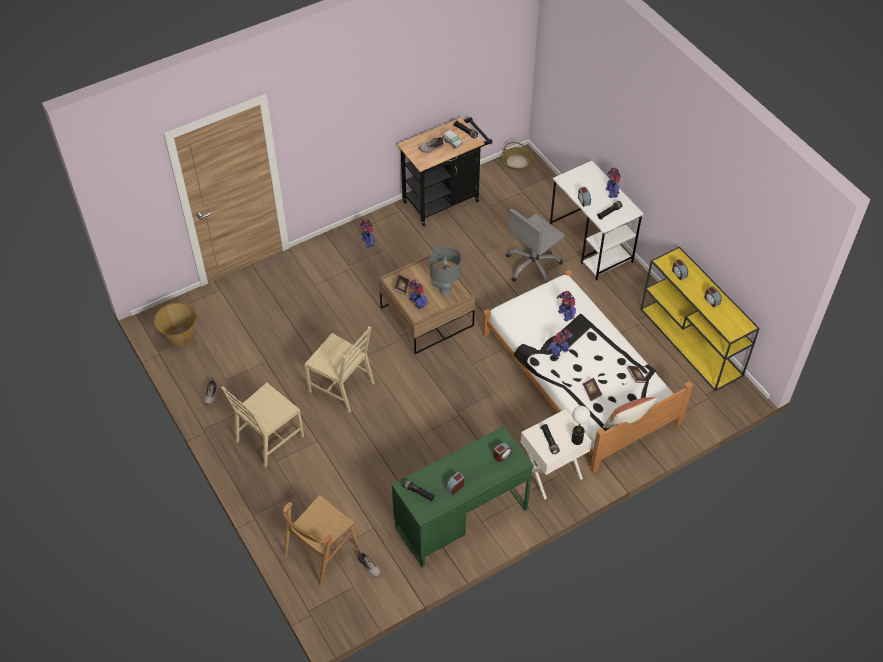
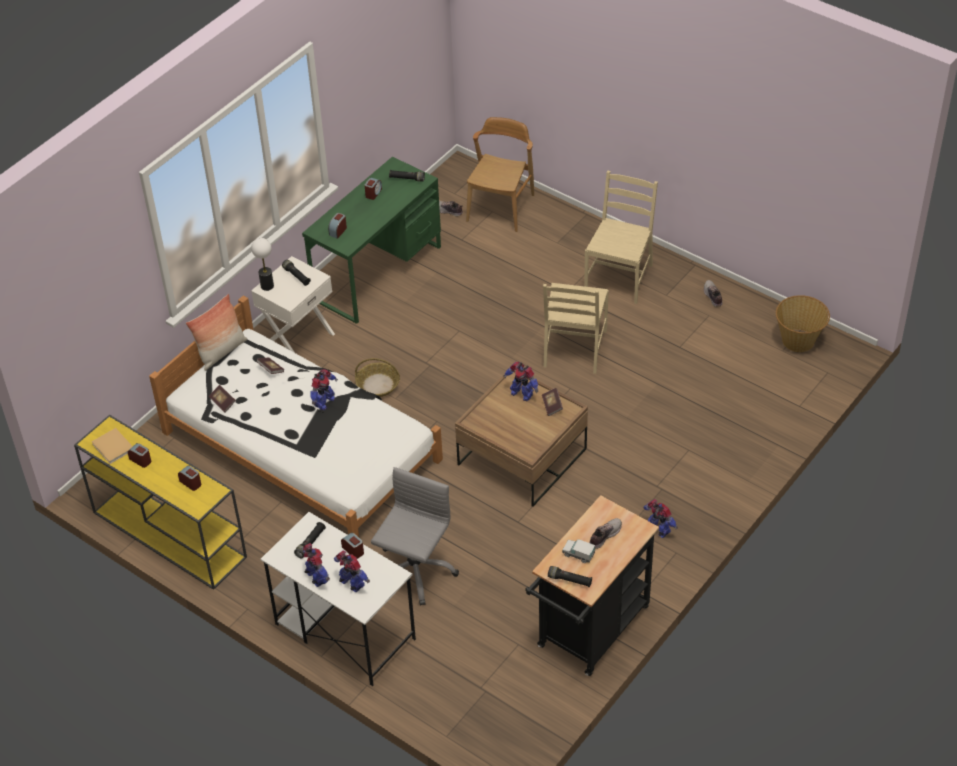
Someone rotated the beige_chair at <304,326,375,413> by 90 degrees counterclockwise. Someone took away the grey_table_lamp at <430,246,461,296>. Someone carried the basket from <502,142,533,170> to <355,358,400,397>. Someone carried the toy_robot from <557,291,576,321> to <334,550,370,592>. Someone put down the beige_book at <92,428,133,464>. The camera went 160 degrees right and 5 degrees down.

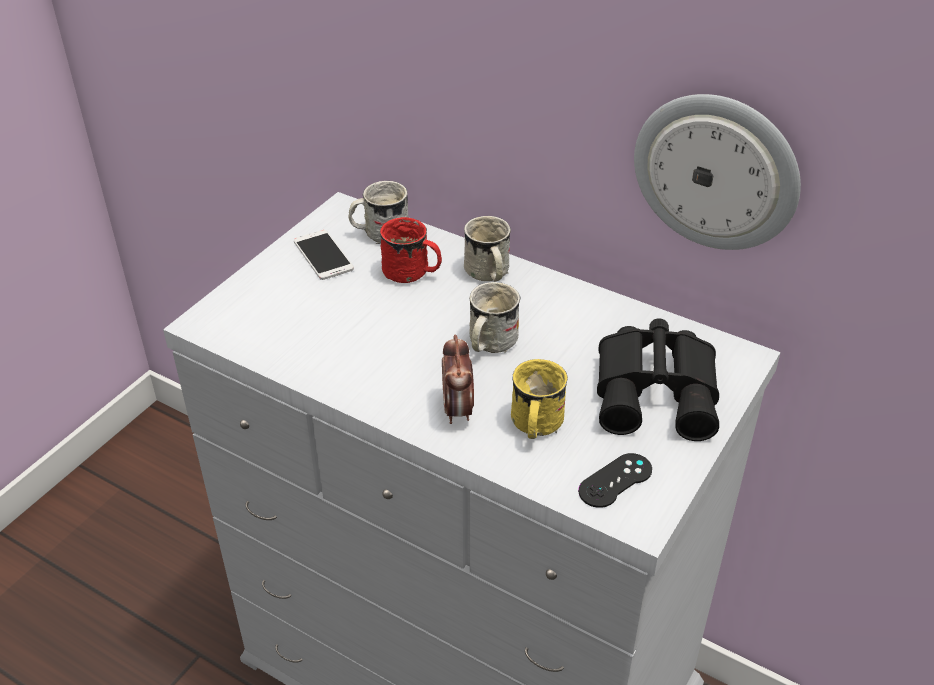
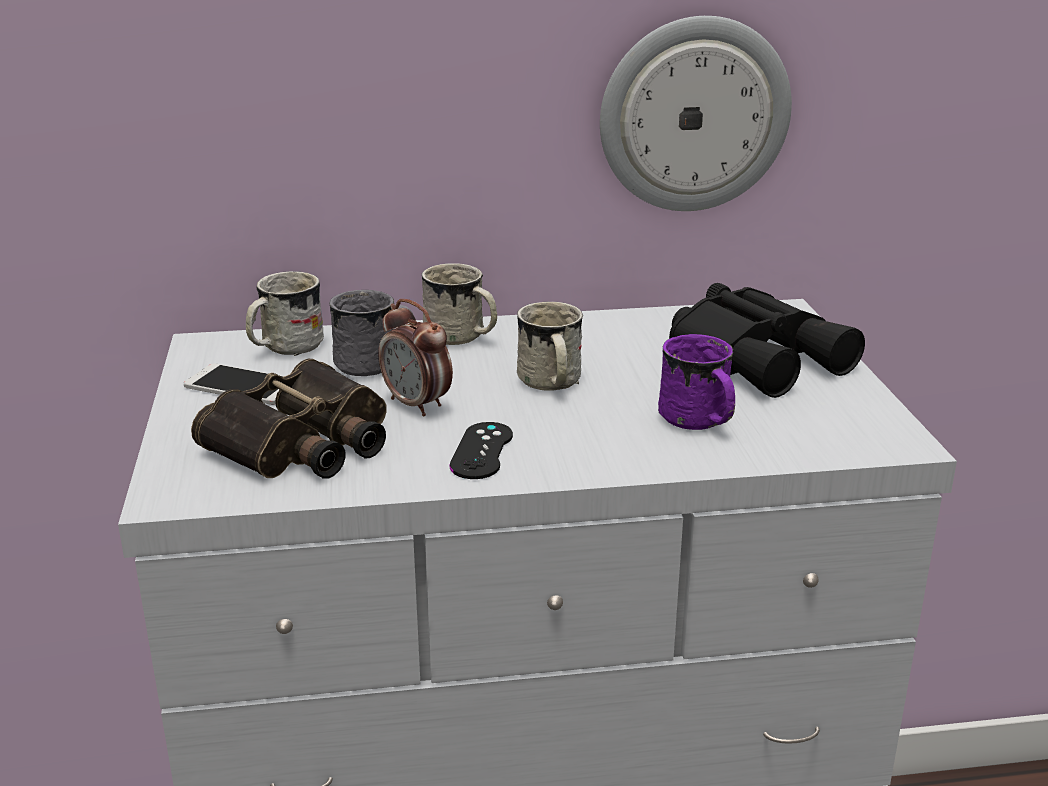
Someone repainted the red_mug at <380,217,442,283>, which became the grey_mug at <329,290,413,376>. Someone carried the alarm_clock from <442,335,474,424> to <378,299,453,416>. Someone repainted the yellow_mug at <511,359,568,439>, which became the purple_mug at <658,334,735,430>. Someone carried the black_game_controller from <578,453,652,508> to <449,422,513,479>. Someone put down the binoculars at <191,359,387,479>. The camera went 40 degrees left and 15 degrees down.

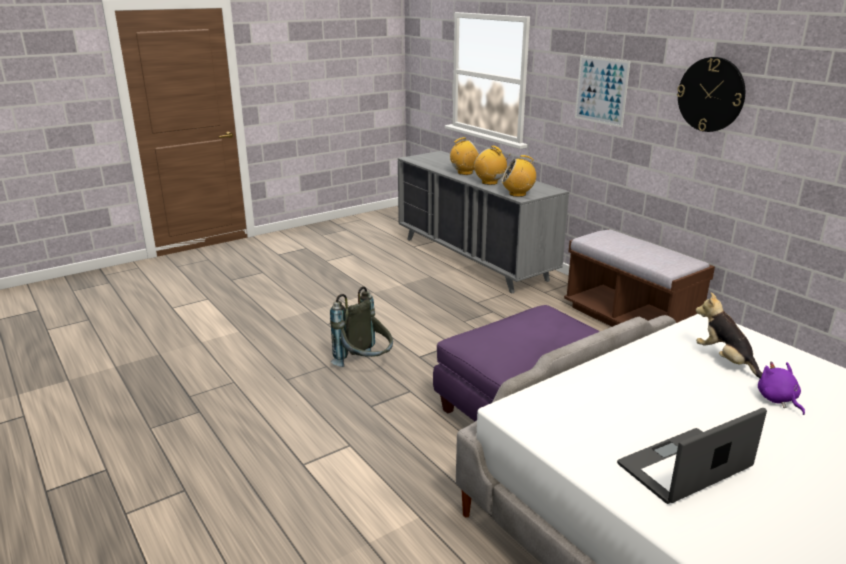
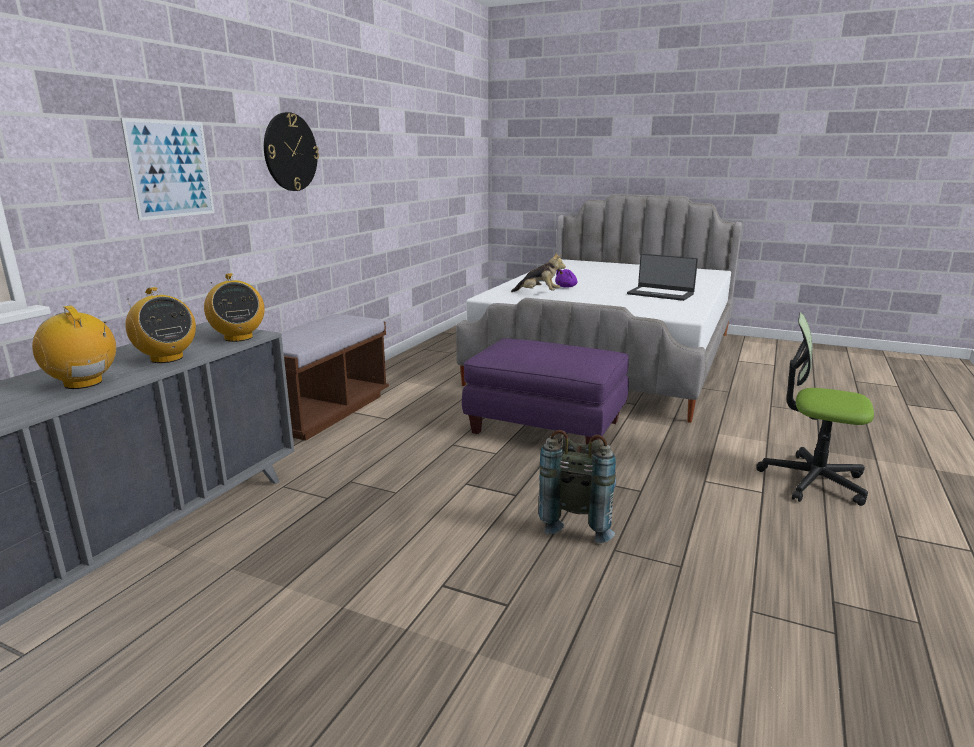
Someone rotated the radio at <474,146,509,185> by 60 degrees counterclockwise. Someone rotated the plush_toy at <696,292,762,378> by 105 degrees counterclockwise. Someone put down the office_chair at <756,313,874,506>. The camera went 120 degrees left and 5 degrees down.

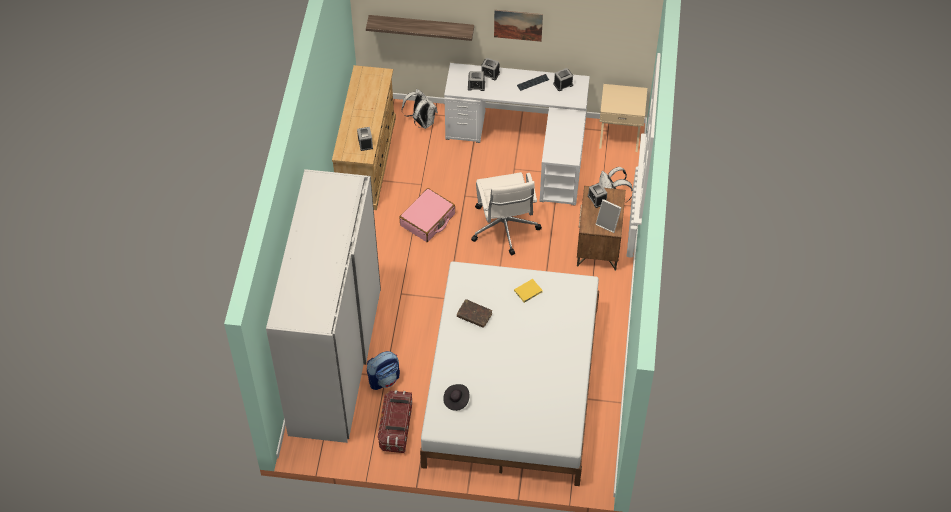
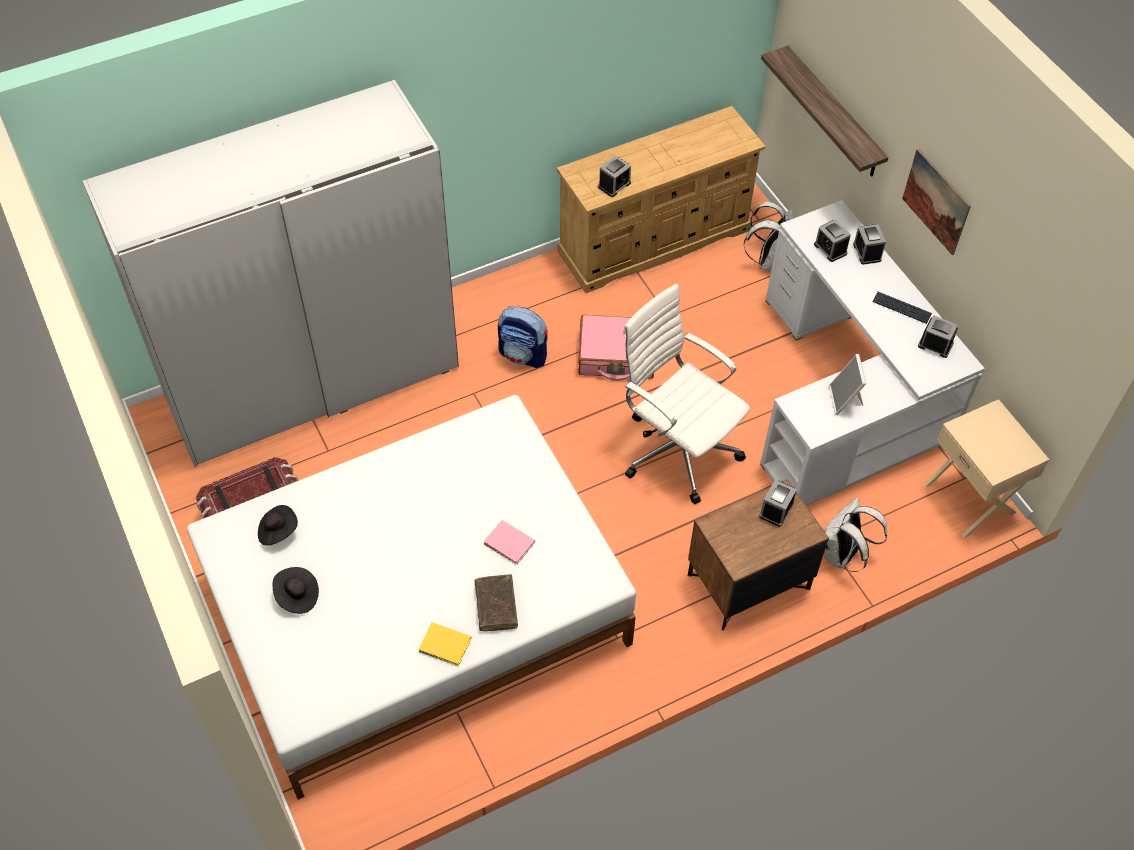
Someone carried the backpack from <367,351,400,390> to <498,306,548,368>. Someone carried the brown_book from <457,299,492,328> to <475,574,518,631>. Someone rotated the white_office_chair at <471,172,542,255> by 90 degrees clockwise. Someone carried the yellow_book from <514,279,543,303> to <418,622,471,666>. Someone carried the picture_frame from <595,199,622,233> to <829,354,866,415>. Someone put down the black_hat at <272,567,319,614>. Someone put down the pink_book at <483,520,535,565>. The camera went 55 degrees right and 0 degrees up.

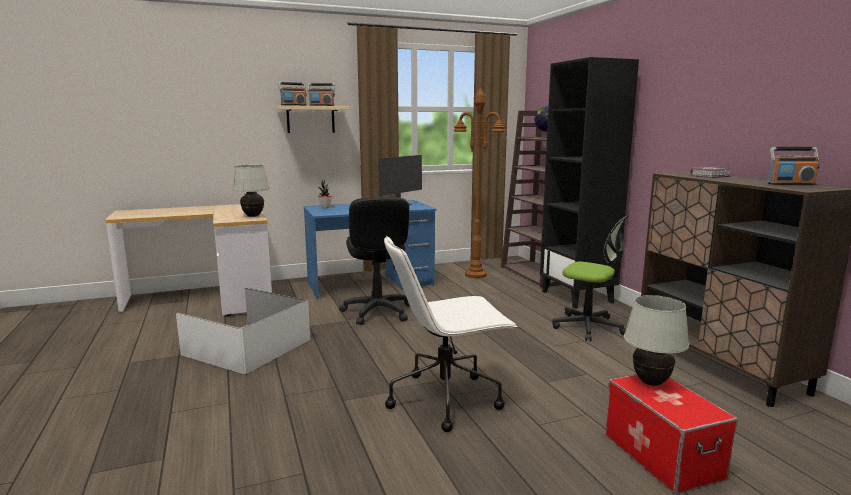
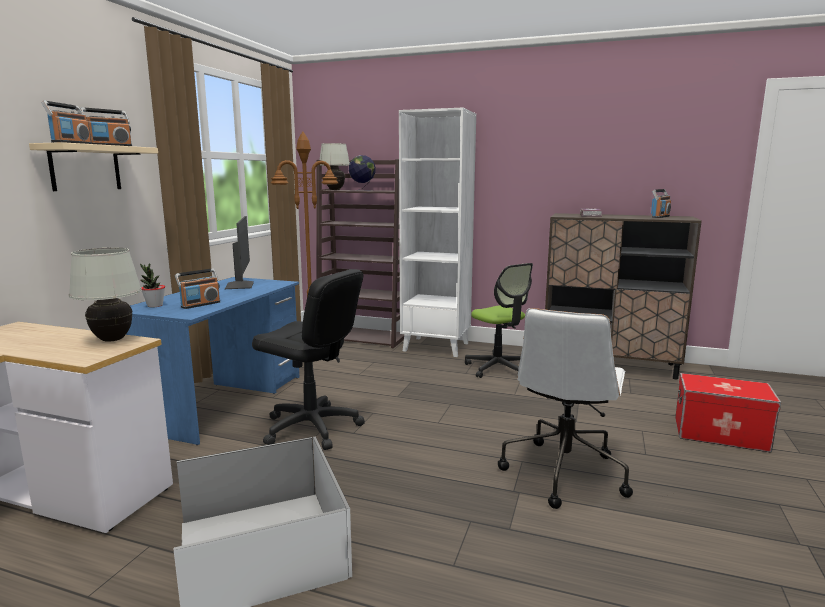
Someone repainted the black_bookcase at <540,57,639,309>, which became the white_bookcase at <399,108,476,357>. Someone rotated the office_chair at <553,216,628,341> by 75 degrees clockwise. Someone carried the white_table_lamp from <624,295,689,386> to <320,143,350,190>. Someone put down the radio at <175,268,220,309>. The camera went 50 degrees left and 0 degrees up.

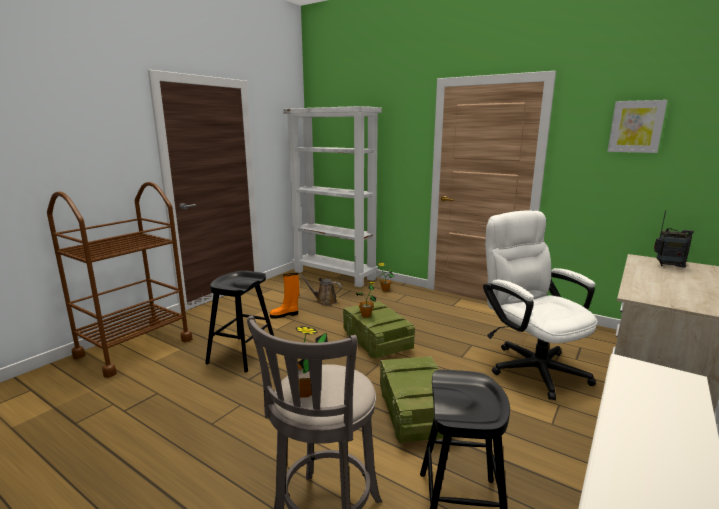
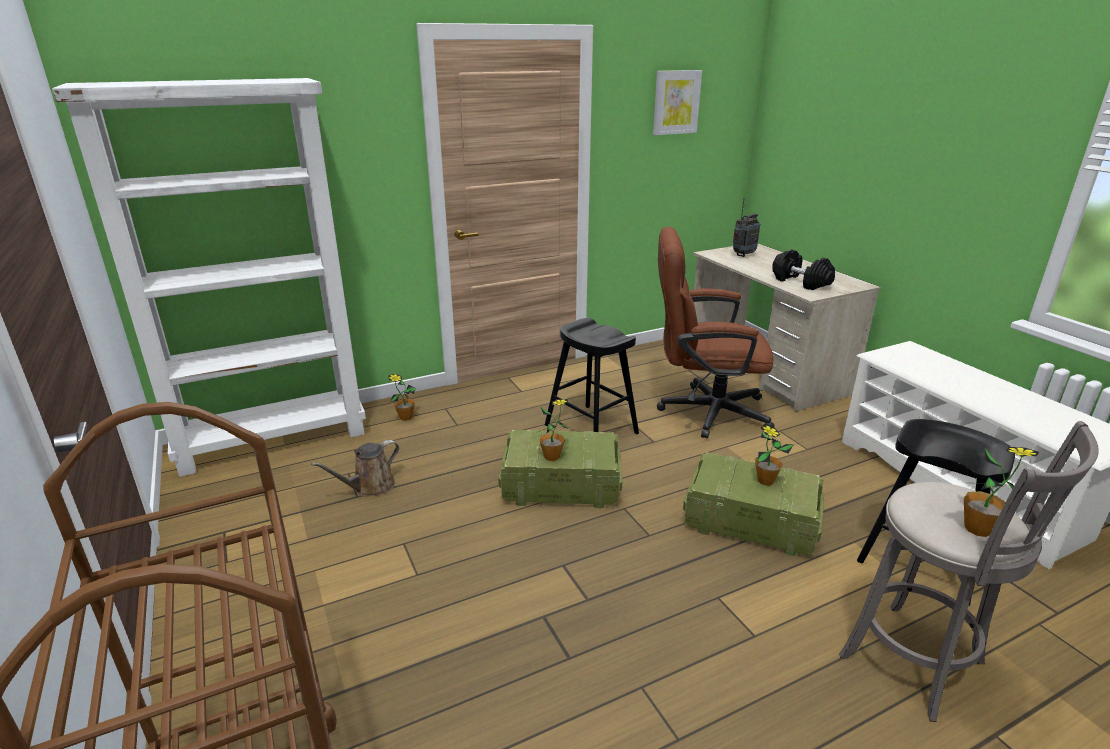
Someone carried the black_stool from <205,271,274,372> to <545,318,639,434>. Someone took away the orange_boot at <270,273,299,318>. Someone repainted the white_office_chair at <483,210,598,400>, which became the brown_office_chair at <657,227,775,438>. Someone put down the potted_plant at <755,425,794,486>. Someone put down the black_dumbbell at <772,249,835,290>. The camera went 60 degrees left and 10 degrees up.

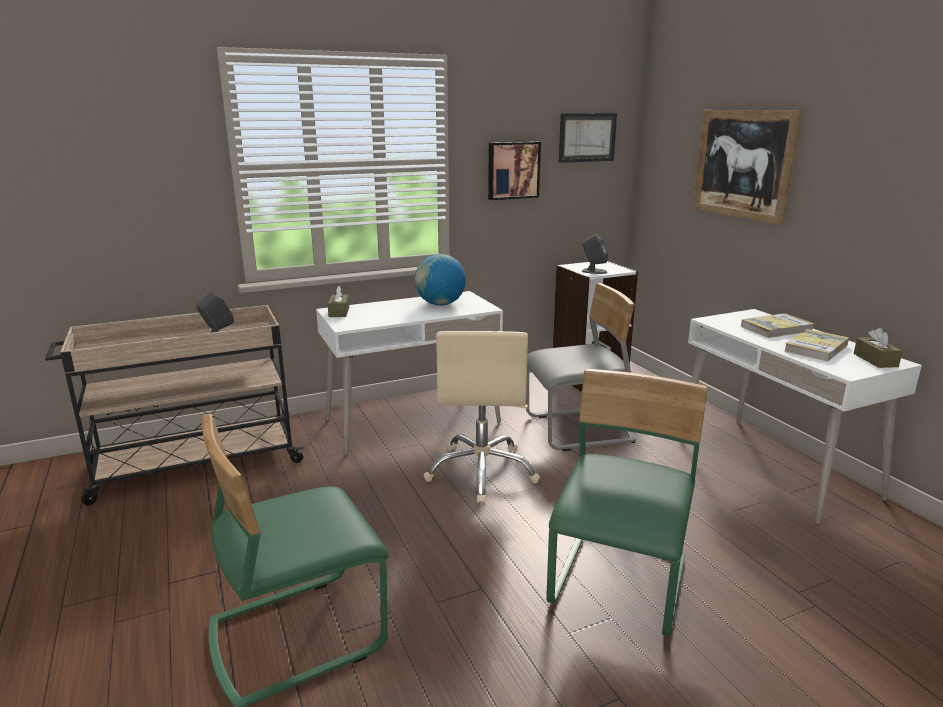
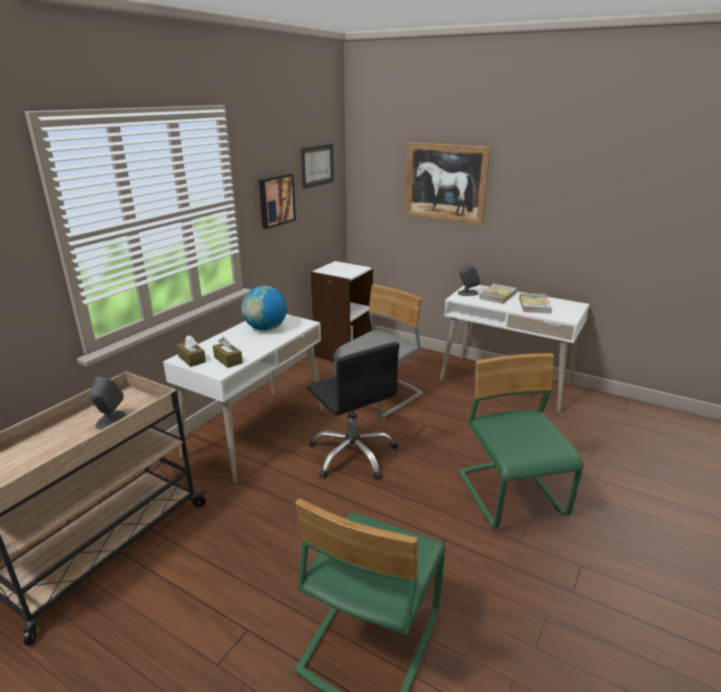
Someone repainted the beige_office_chair at <423,331,540,503>, which became the black_office_chair at <307,342,400,480>. Someone carried the grey_speaker from <582,234,608,274> to <458,263,480,296>. Someone carried the brown_tissue_box from <854,328,903,368> to <213,337,243,368>. The camera went 35 degrees left and 5 degrees up.

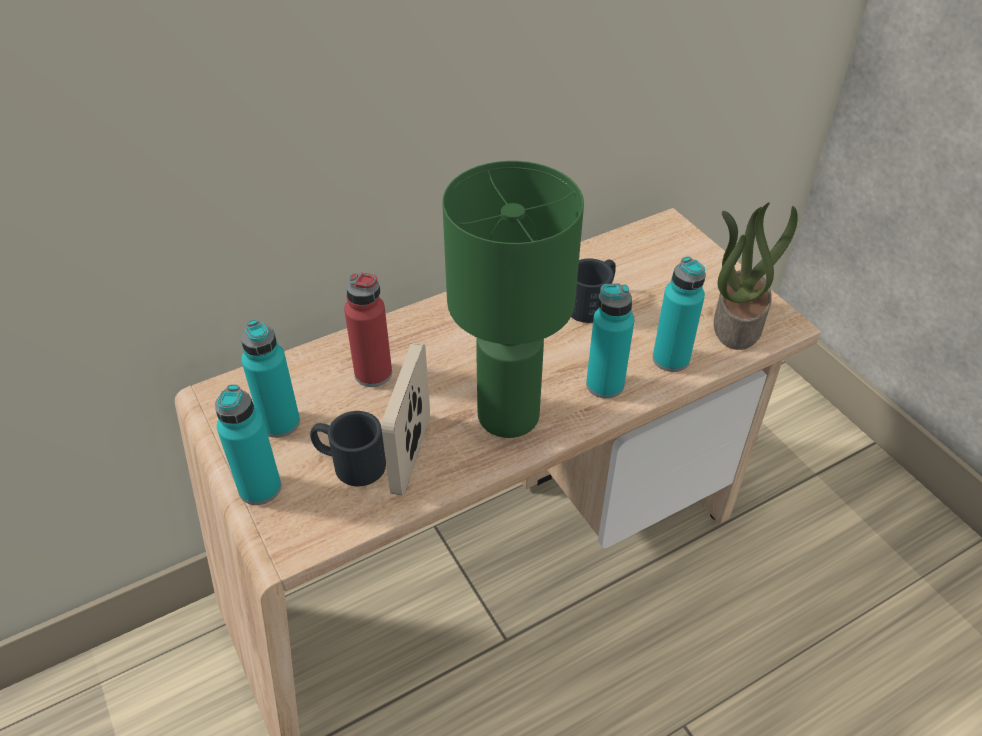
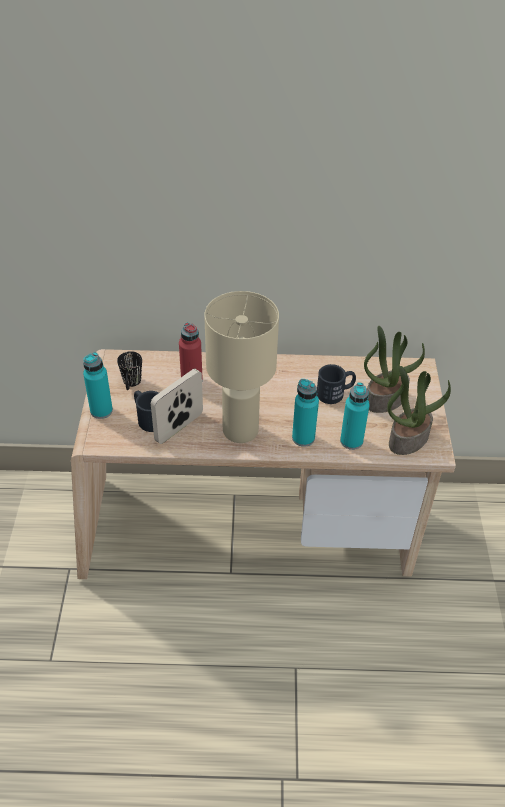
Someone swapped the turquoise_bottle at <241,319,300,438> for the black_mug at <117,351,142,390>. Someone repainted the green_table_lamp at <442,161,584,438>, which became the beige_table_lamp at <204,291,279,443>. Someone put down the potted_plant at <364,326,425,413>. The camera went 30 degrees right and 0 degrees up.

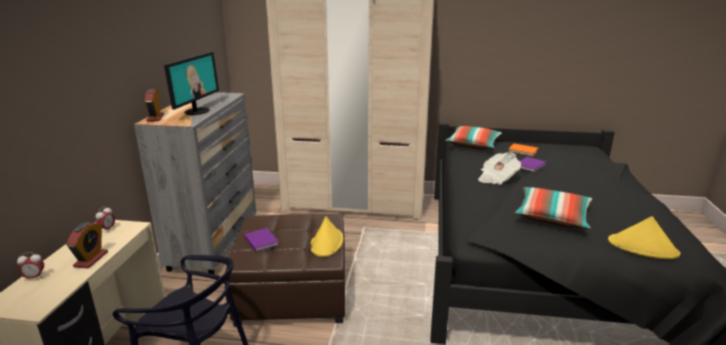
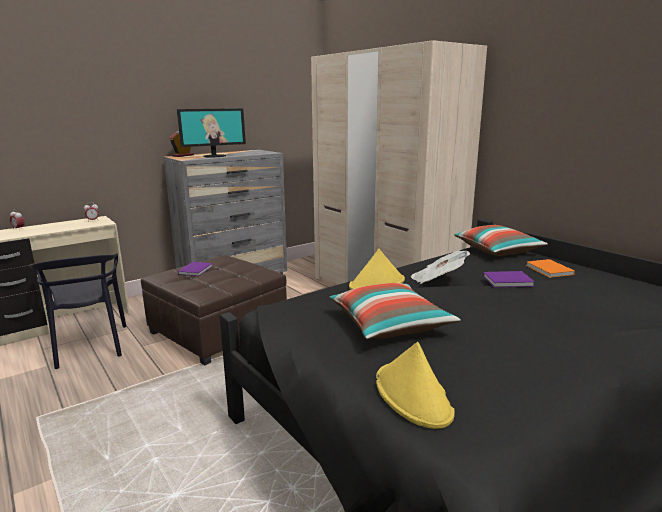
Someone took away the alarm_clock at <66,222,108,269>. Someone carried the yellow_hat from <311,216,343,257> to <349,249,405,290>. The camera went 45 degrees right and 5 degrees down.

